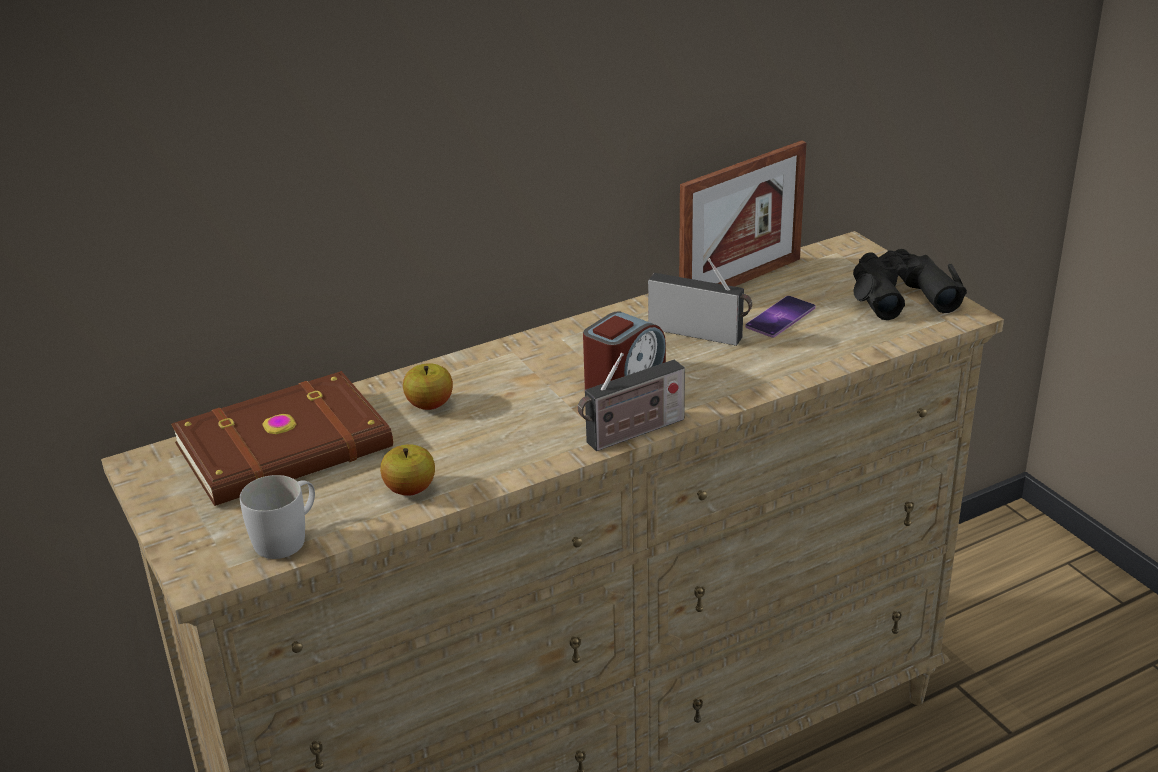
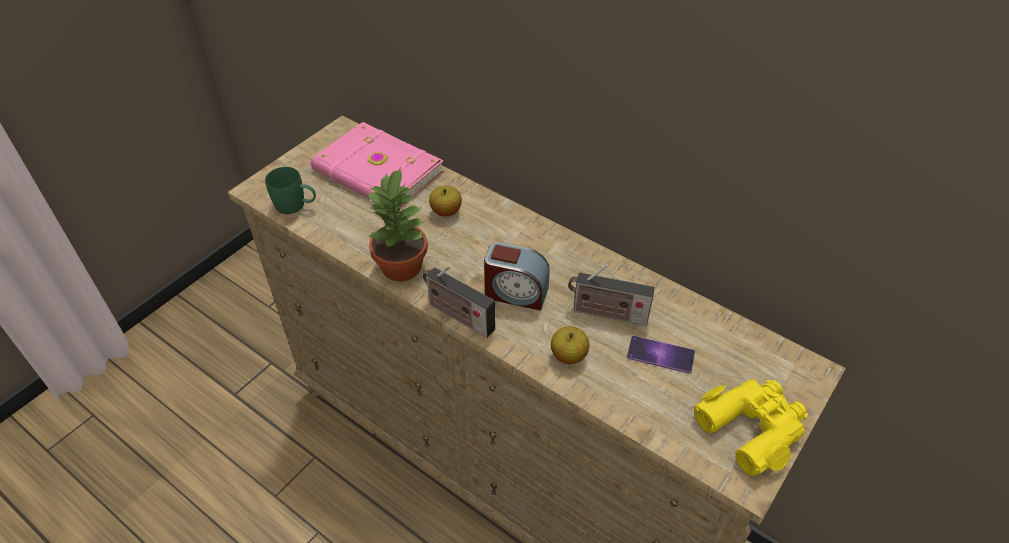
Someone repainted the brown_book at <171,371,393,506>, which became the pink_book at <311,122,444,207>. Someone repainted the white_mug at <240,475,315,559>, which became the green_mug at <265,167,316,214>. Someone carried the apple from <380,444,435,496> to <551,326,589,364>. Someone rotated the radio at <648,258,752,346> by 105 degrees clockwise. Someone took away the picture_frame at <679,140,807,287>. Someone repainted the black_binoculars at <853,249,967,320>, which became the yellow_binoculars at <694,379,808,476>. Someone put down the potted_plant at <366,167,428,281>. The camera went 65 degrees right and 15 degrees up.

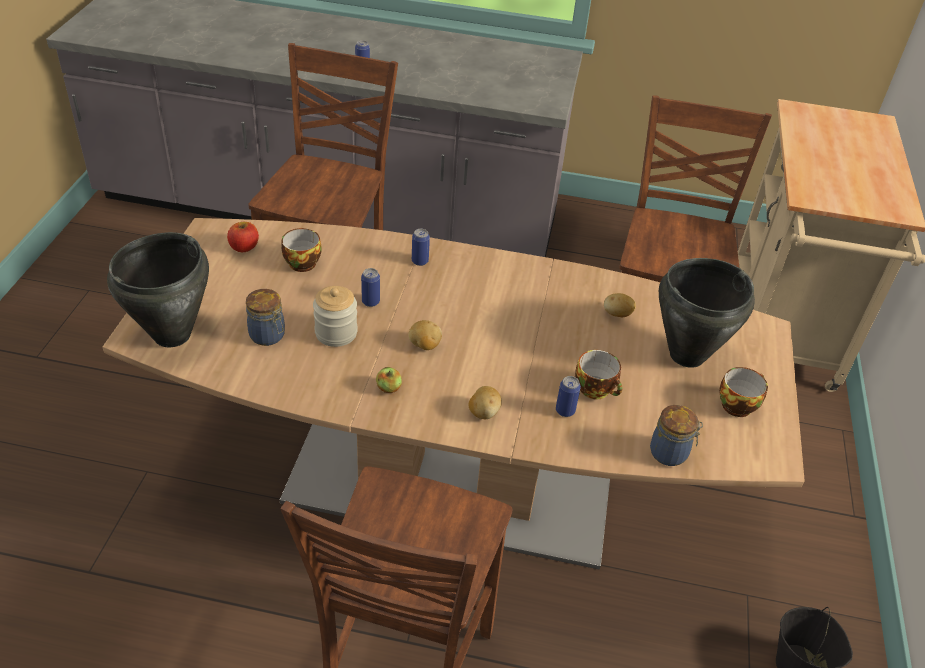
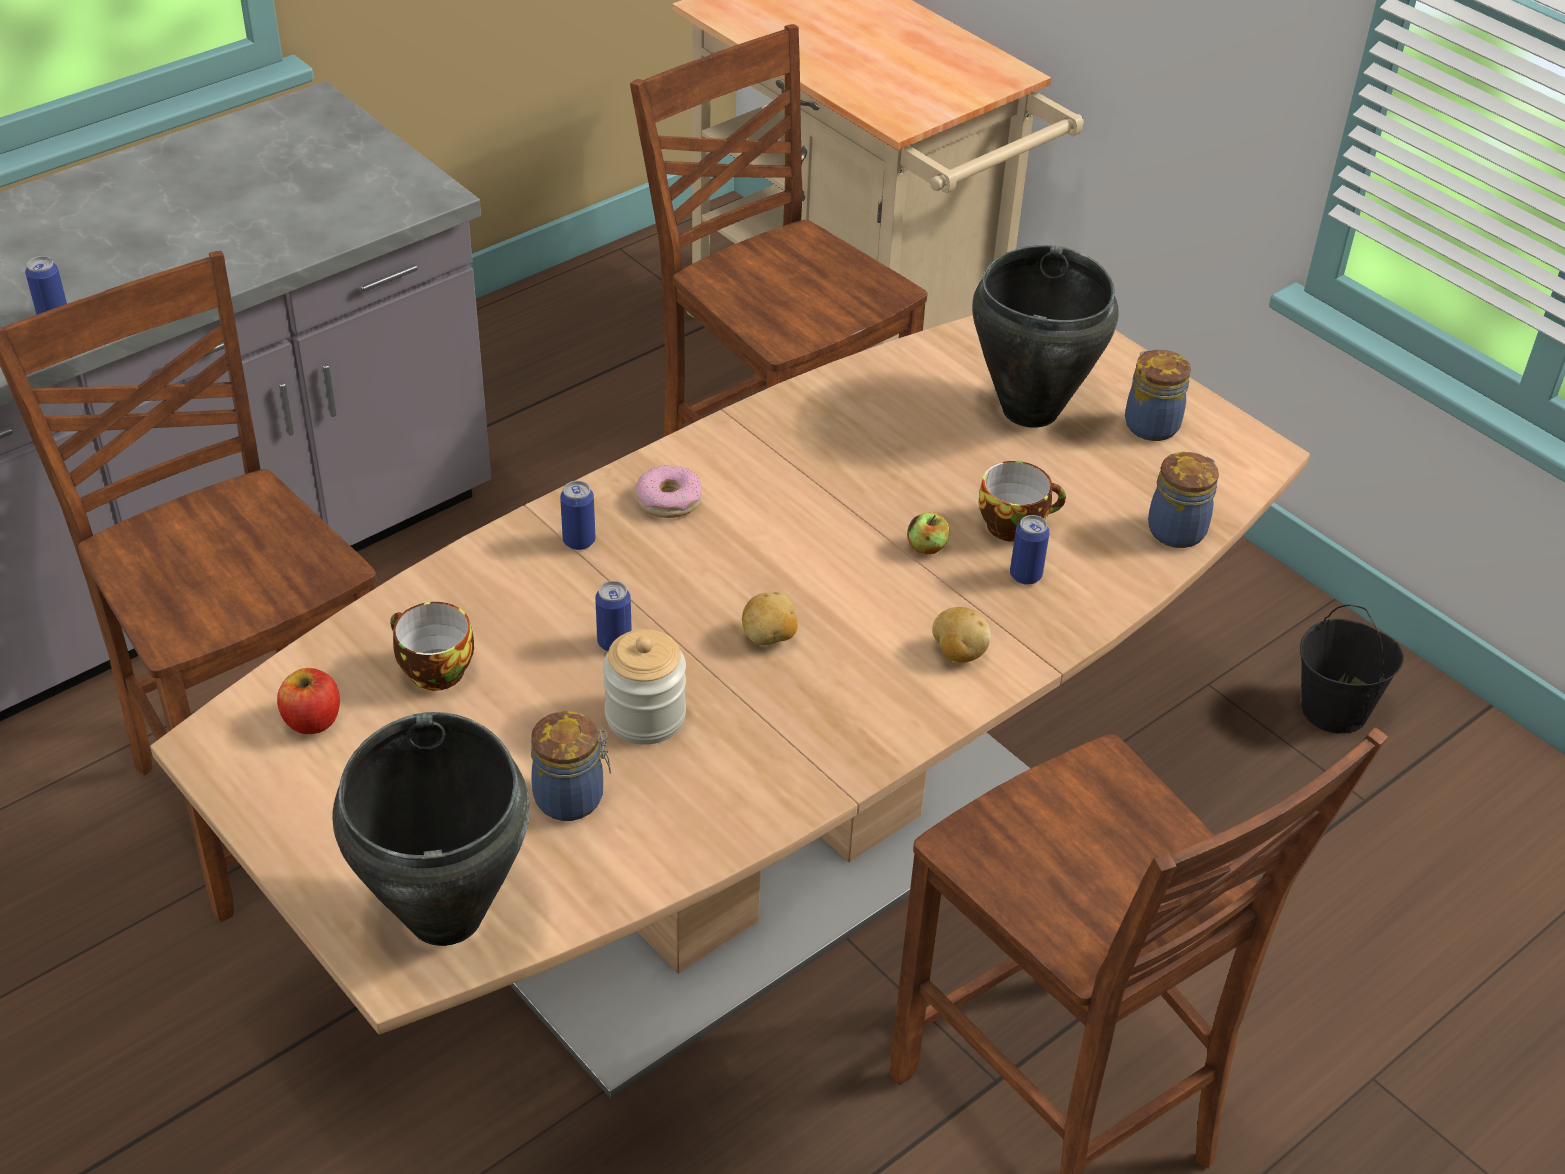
Someone carried the apple from <376,367,402,393> to <907,512,950,554>. Someone took away the potato at <604,293,636,317>. Someone swapped the cup at <719,367,768,417> for the jar at <1125,350,1191,441>. Someone put down the donut at <636,465,702,518>. The camera went 50 degrees left and 0 degrees up.

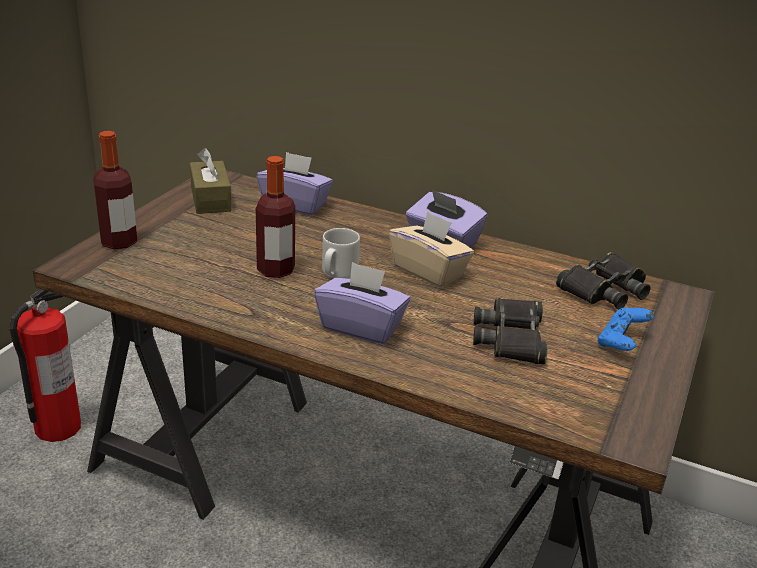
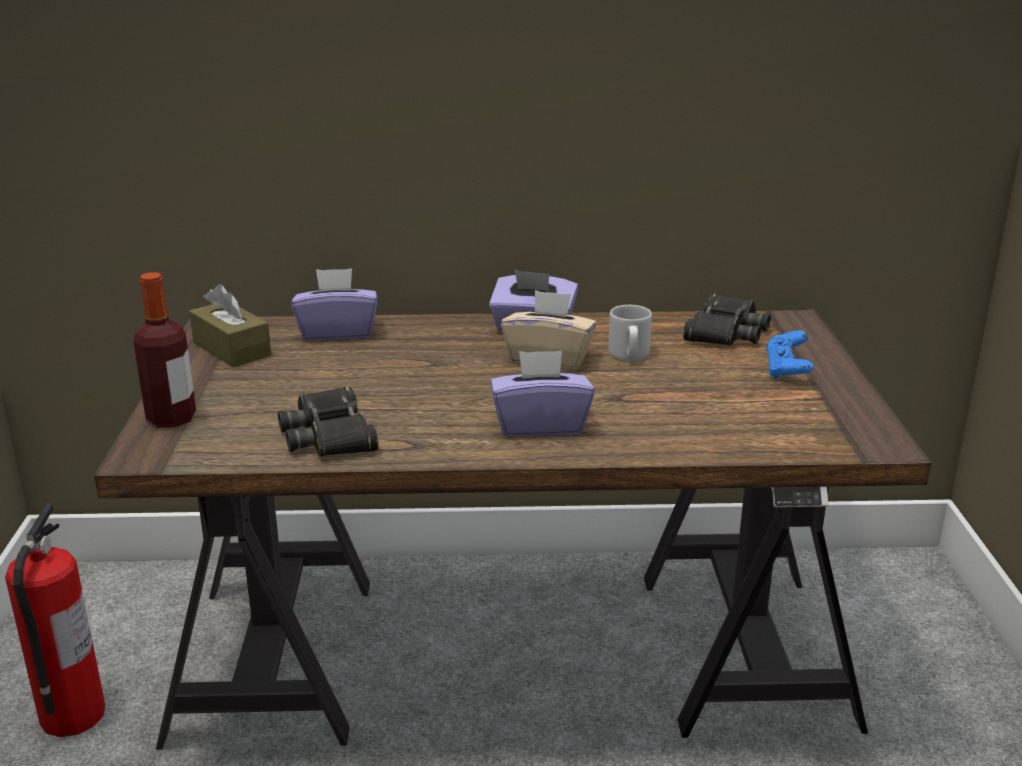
Someone took away the bottle at <256,156,295,278>. Someone carried the grey_mug from <322,228,360,279> to <608,305,652,361>. Someone carried the black_binoculars from <473,298,548,365> to <278,386,379,456>. The camera went 25 degrees left and 5 degrees down.

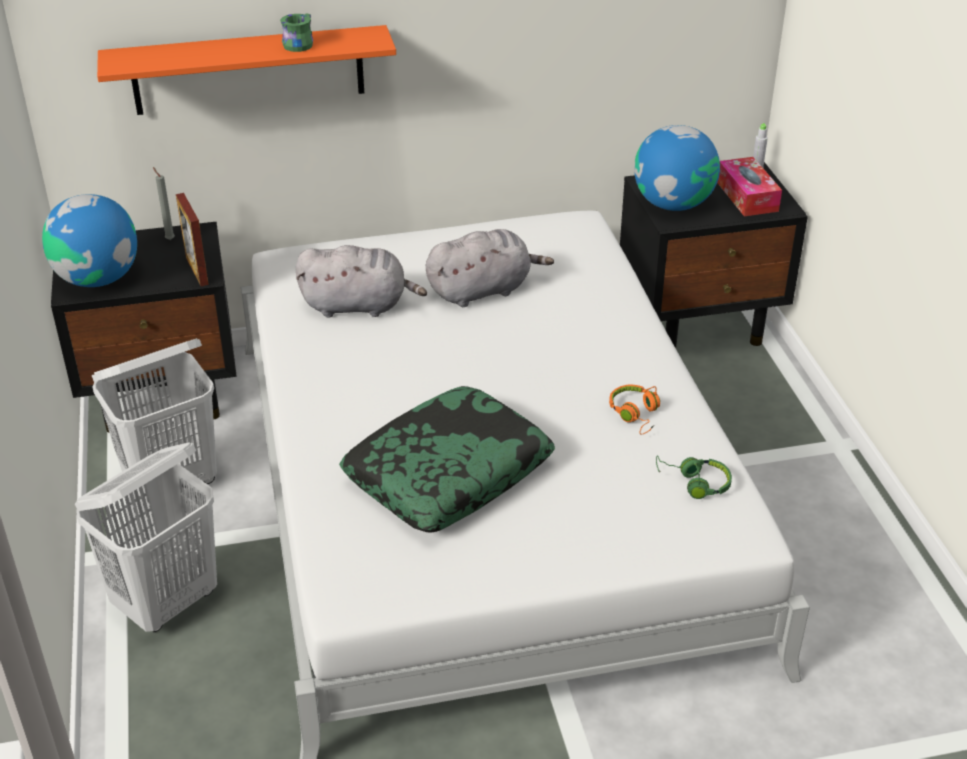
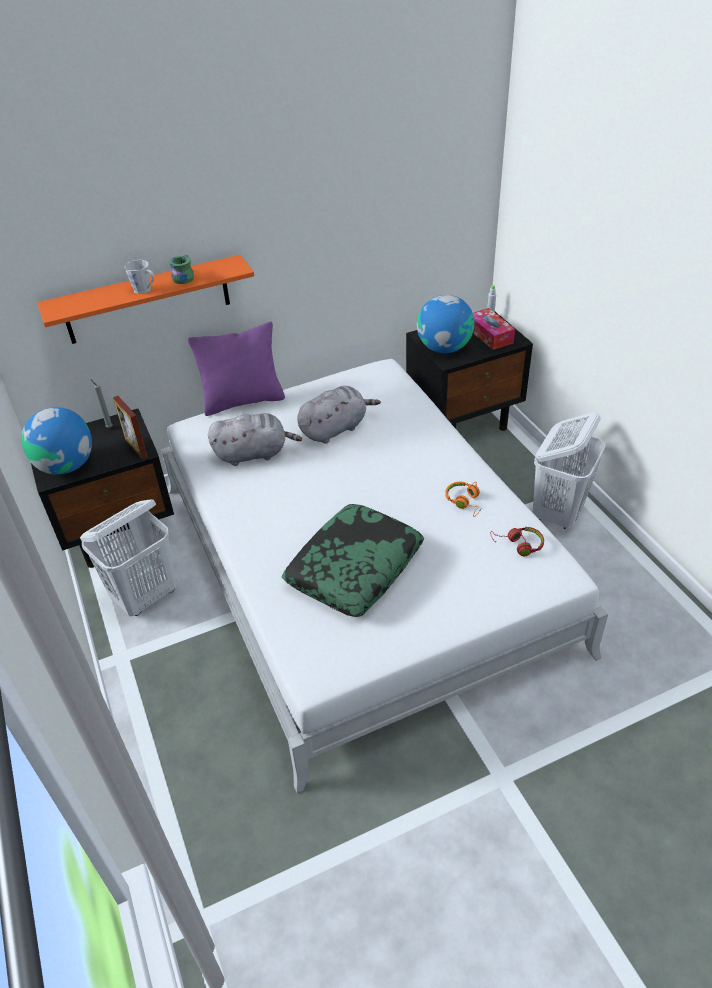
Someone carried the white_laundry_basket from <75,442,217,632> to <533,412,605,529>. Someone repainted the green_headphones at <656,455,732,499>, which became the red_headphones at <490,527,544,556>. Someone put down the grey_mug at <124,260,155,294>. Someone put down the purple_pillow at <188,321,285,416>. The camera went 10 degrees left and 5 degrees up.

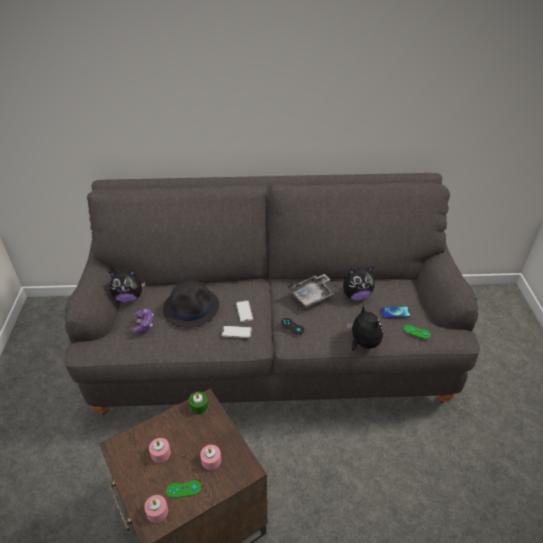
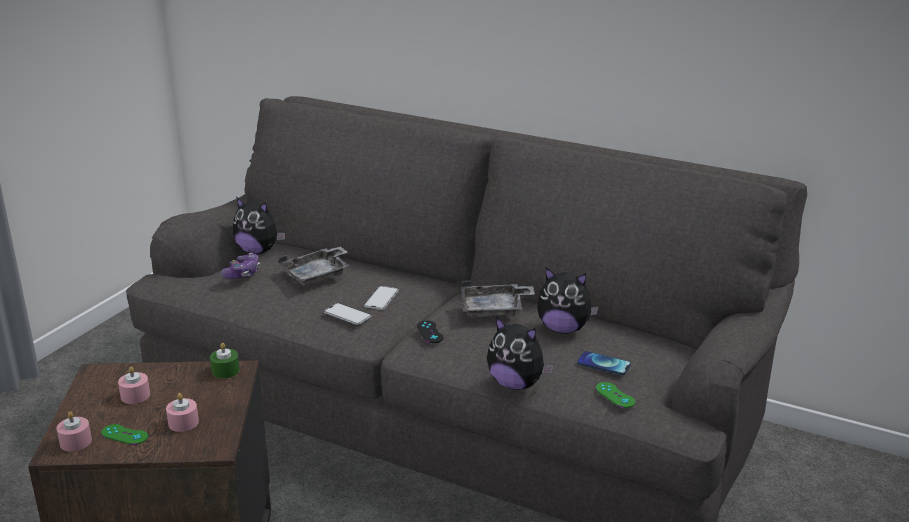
Someone swapped the black_hat at <163,280,219,327> for the grey_tray at <278,246,350,286>. Someone rotated the plush_toy at <347,305,383,351> by 120 degrees clockwise. The camera went 30 degrees right and 15 degrees down.

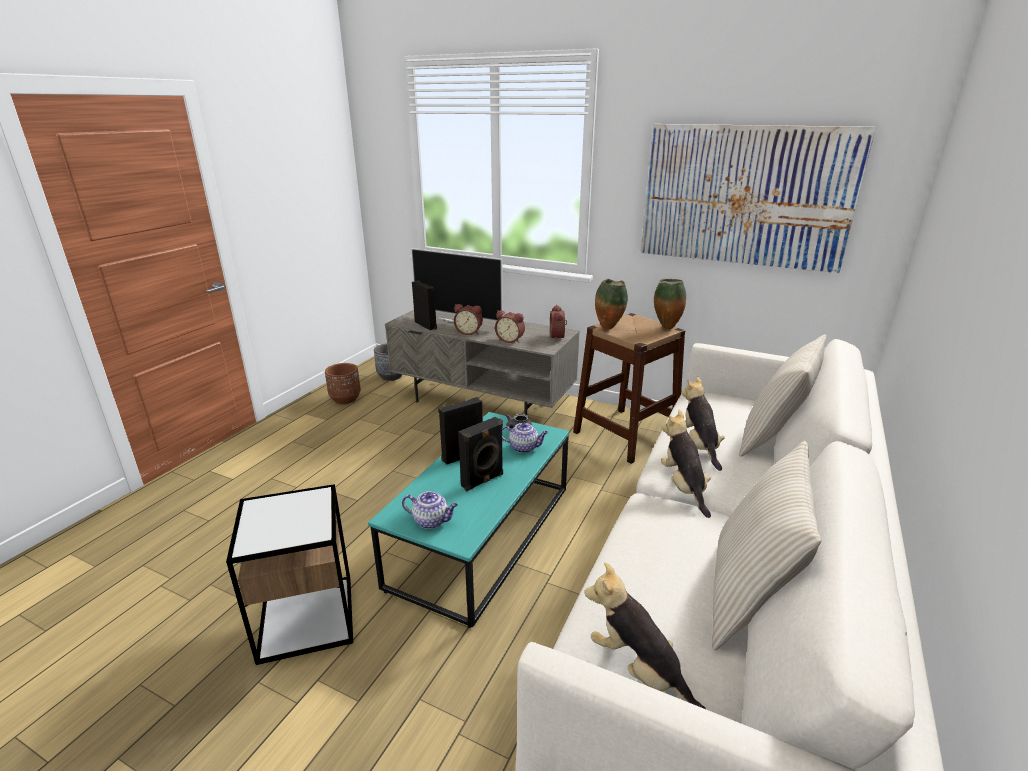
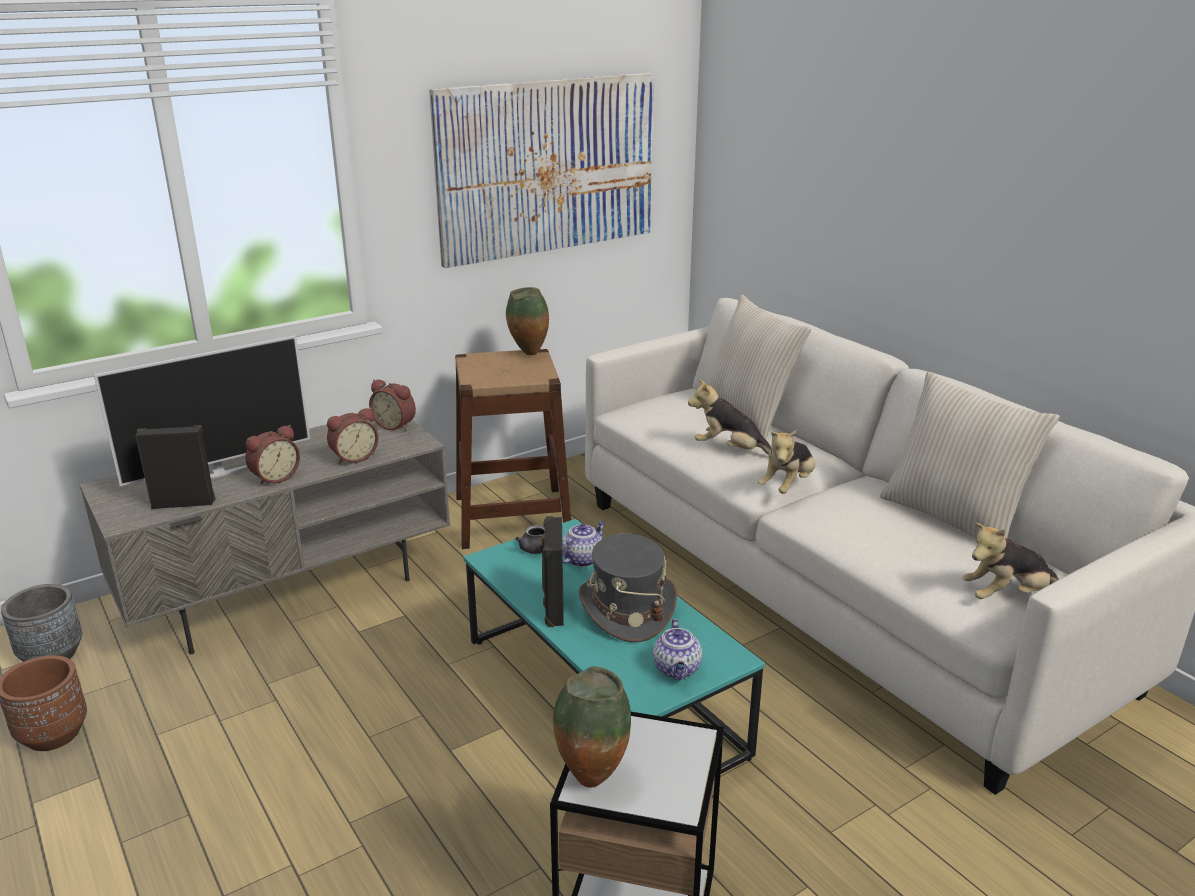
Someone rotated the teapot at <402,491,458,529> by 135 degrees clockwise. Someone swapped the black_speaker at <458,417,503,491> for the grey_hat at <579,533,677,642>. Someone carried the vase from <595,279,628,329> to <553,667,631,788>. Someone rotated the plush_toy at <661,410,711,518> by 75 degrees counterclockwise. The camera went 60 degrees left and 0 degrees up.

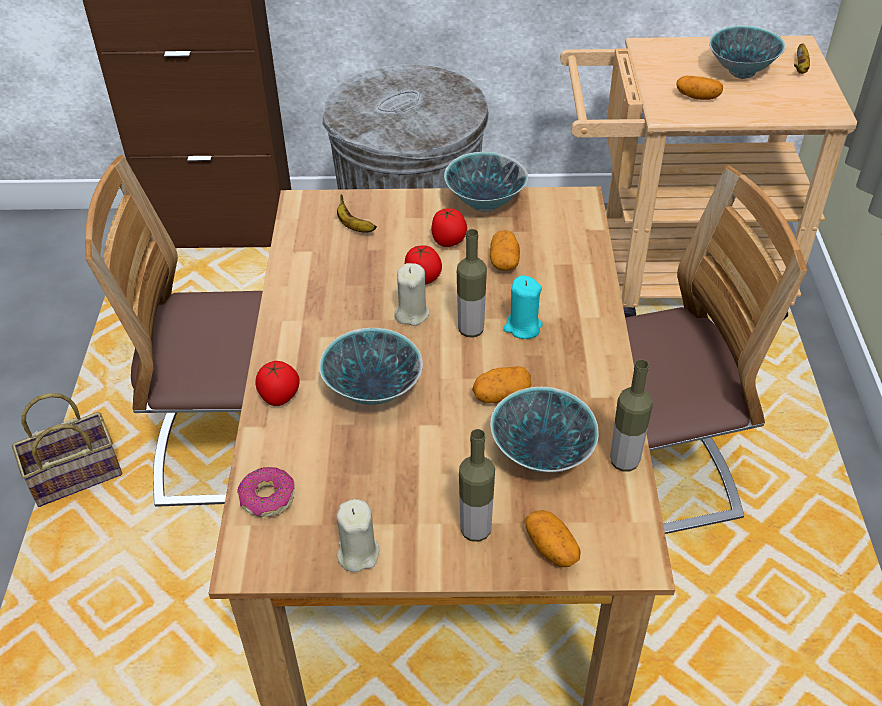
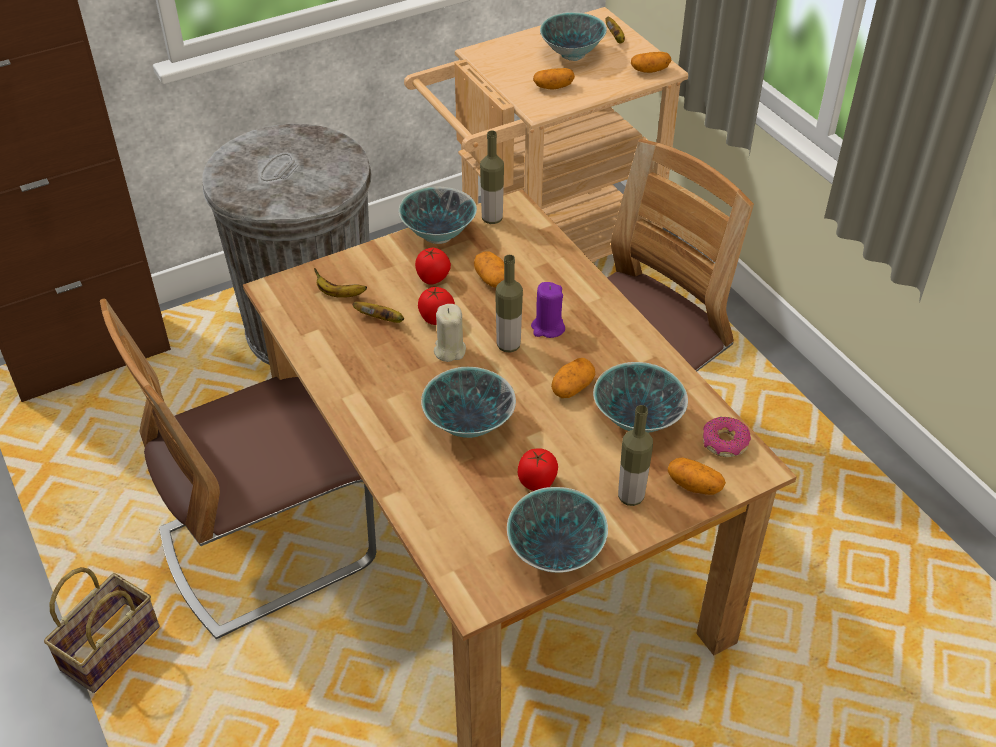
Someone carried the donut from <237,467,295,517> to <703,417,751,457>. Someone carried the tomato from <255,361,300,406> to <518,448,558,491>. Someone swapped the beige_candle at <336,499,379,572> for the bowl at <507,487,608,573>. Someone repainted the turquoise_candle at <503,275,543,339>, which became the purple_candle at <531,282,565,338>. Someone carried the bottle from <610,359,653,472> to <480,131,504,224>. Someone put down the banana at <353,302,404,323>. Someone put down the potato at <631,52,672,73>. The camera went 30 degrees left and 0 degrees up.

